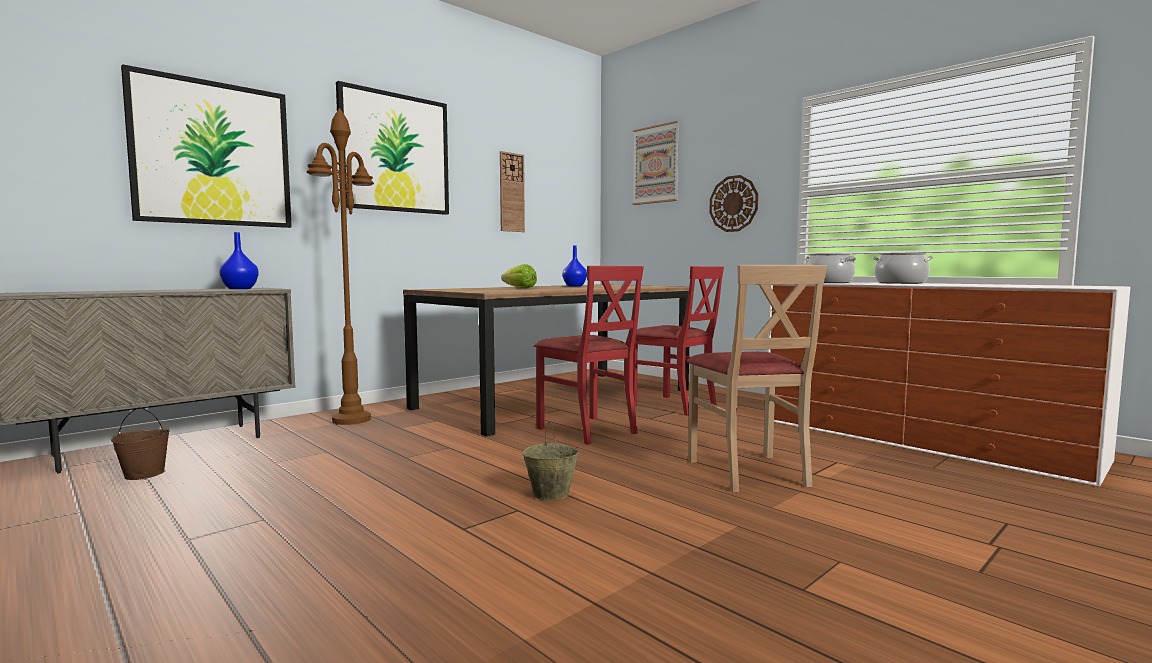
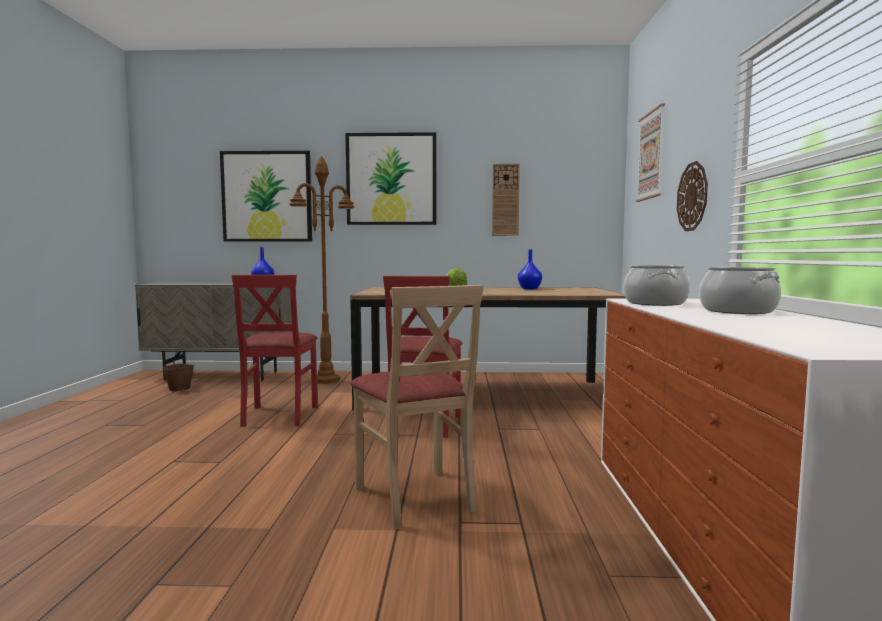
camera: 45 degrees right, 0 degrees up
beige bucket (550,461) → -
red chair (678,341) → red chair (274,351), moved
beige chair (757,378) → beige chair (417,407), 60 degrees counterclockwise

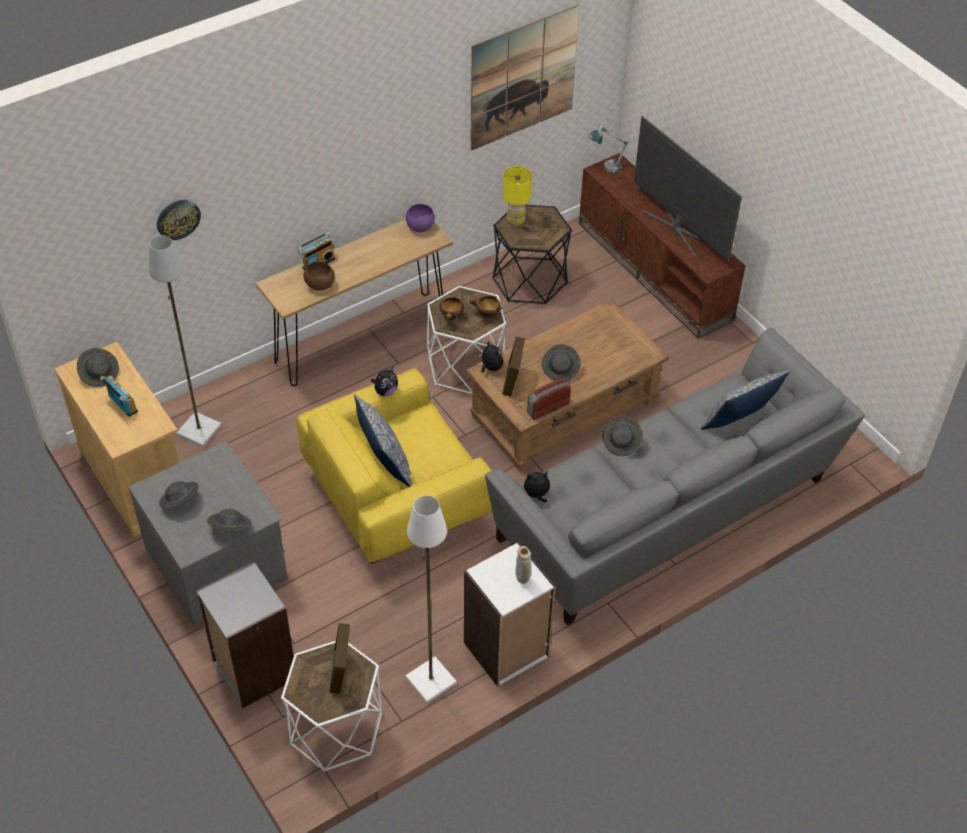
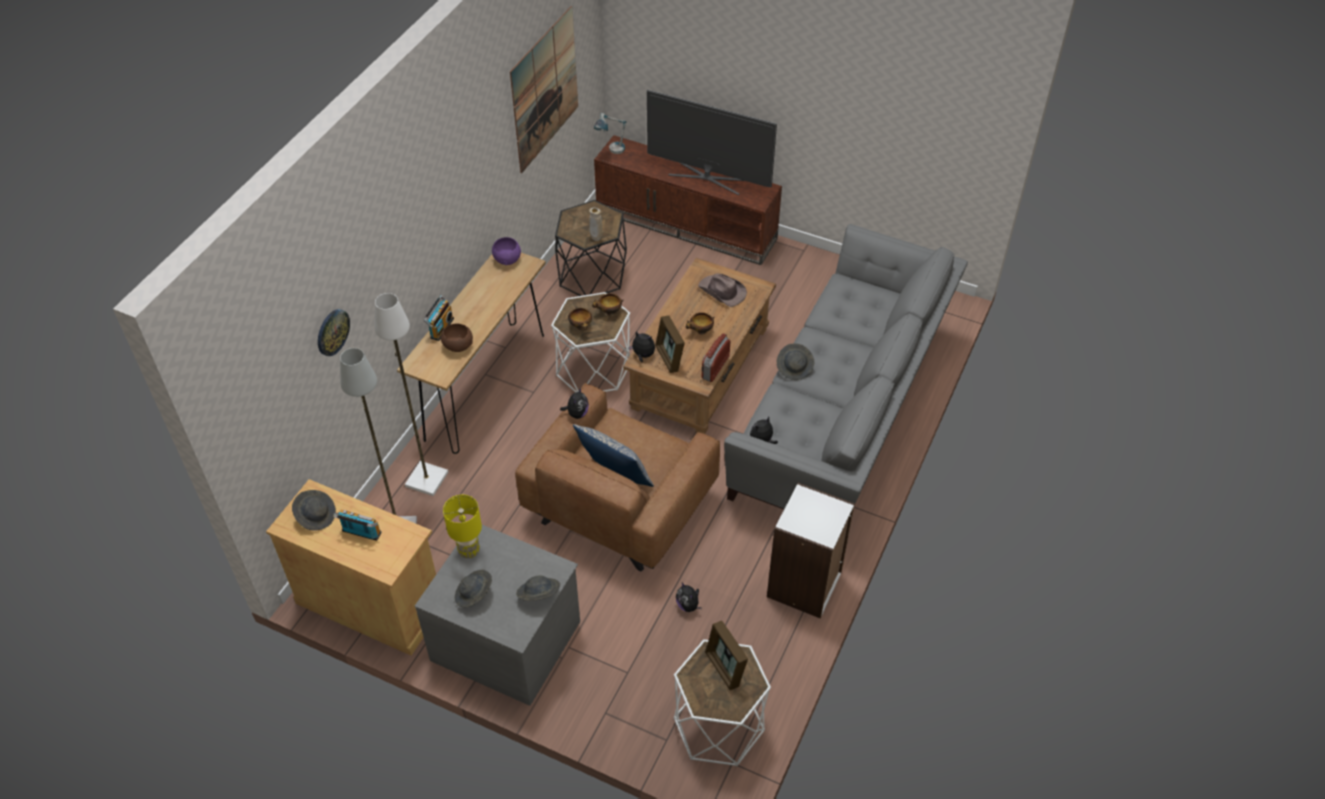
camera: 30 degrees left, 0 degrees up
grey bookcase (245,635) → -
pillow (745,400) → -
- → plush toy (689,597)
- → brown hat (722,290)
white floor lamp (431,599) → white floor lamp (411,394), moved
yellow table lamp (517,196) → yellow table lamp (462,526), moved
beige vase (523,565) → beige vase (595,224), moved
grey hat (561,363) → bowl (700,323)
yellow armchair (394,466) → brown armchair (617,477)

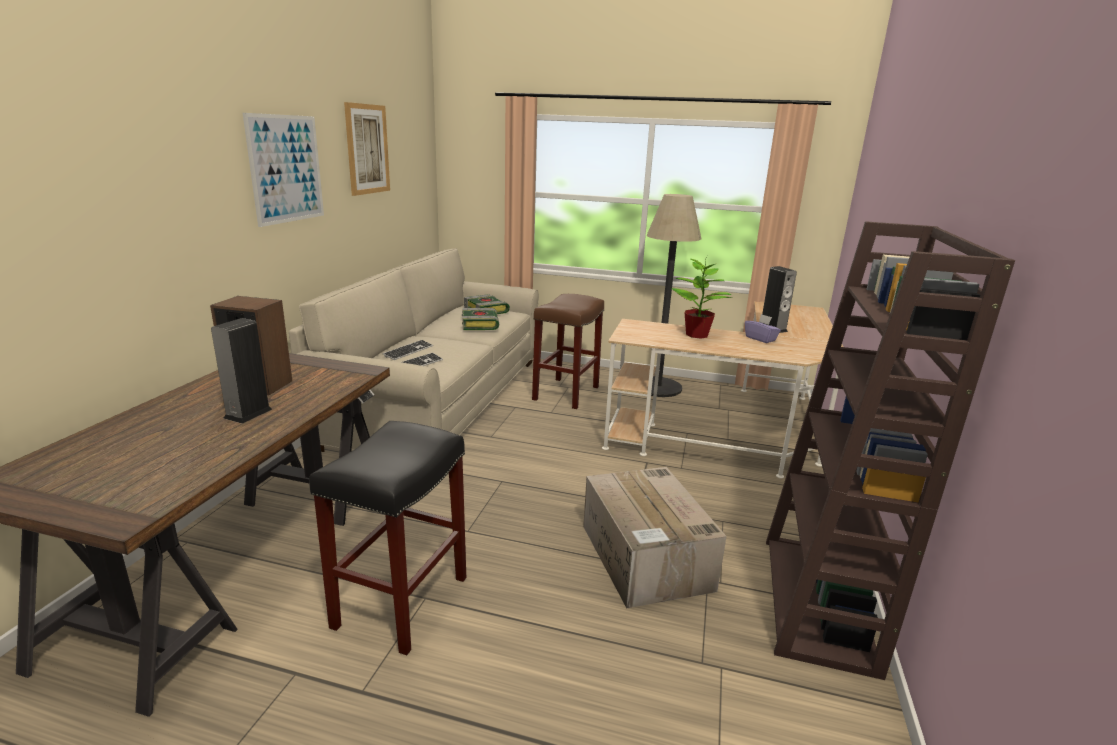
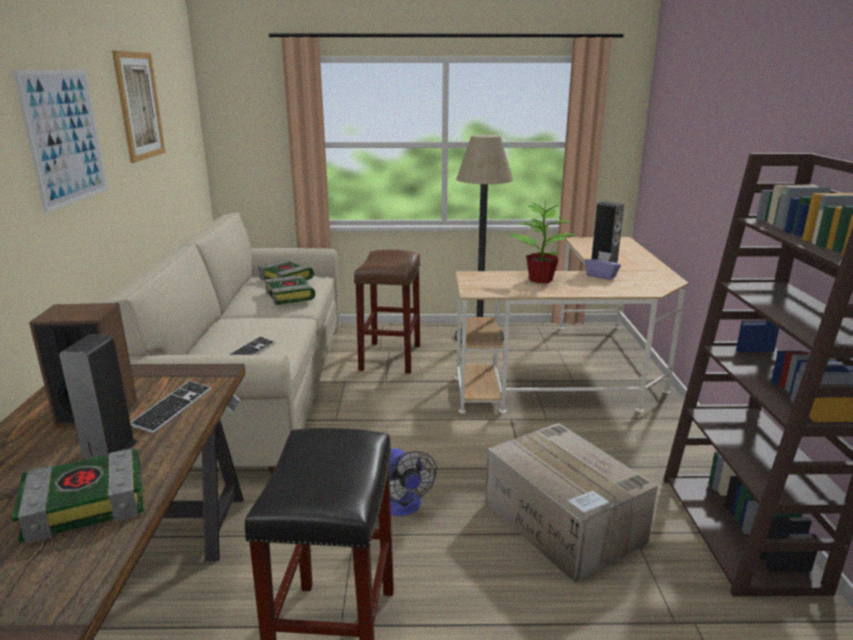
camera: 15 degrees left, 0 degrees up
- → book (78,496)
- → fan (413,482)
keyboard (408,350) → keyboard (171,407), moved

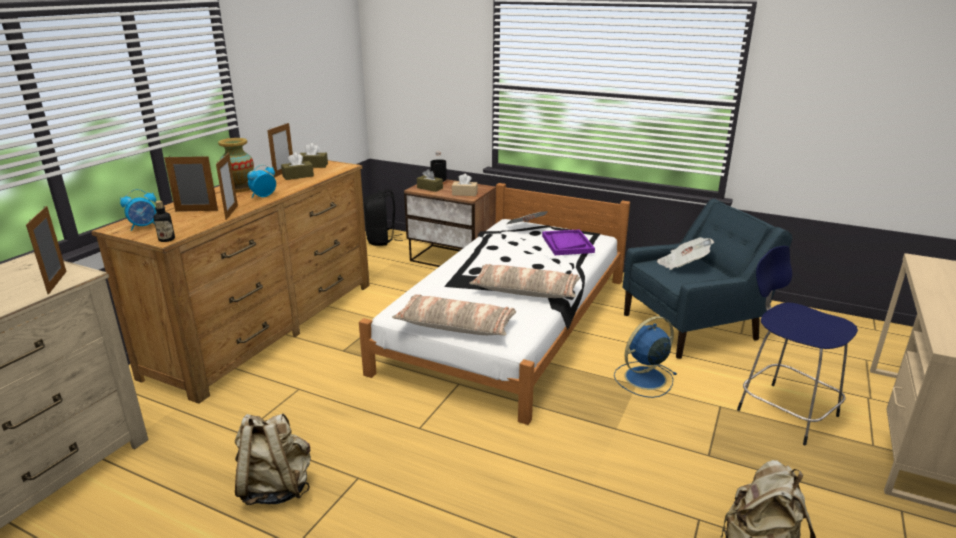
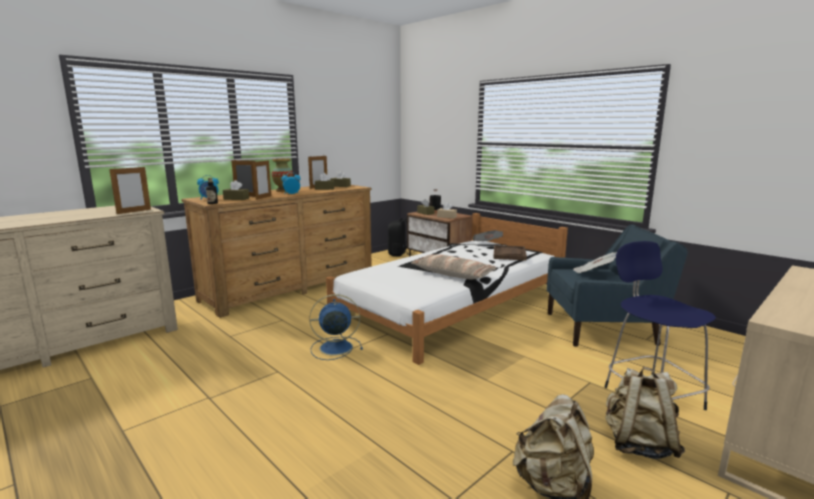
camera: 20 degrees right, 10 degrees down
pillow (454,315) → -
- → brown tissue box (236,190)
beige backpack (273,459) → beige backpack (645,413), moved
blue fan (645,357) → blue fan (336,327), moved
purple tray (568,242) → brown tray (510,253)
picture frame (46,250) → picture frame (130,190), 150 degrees counterclockwise

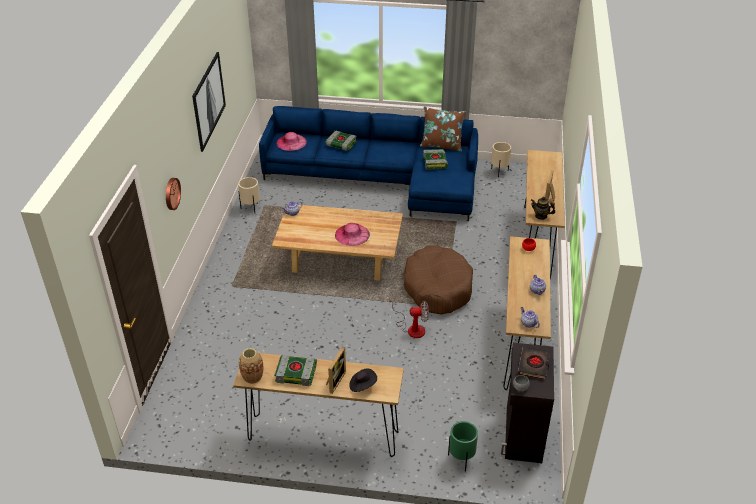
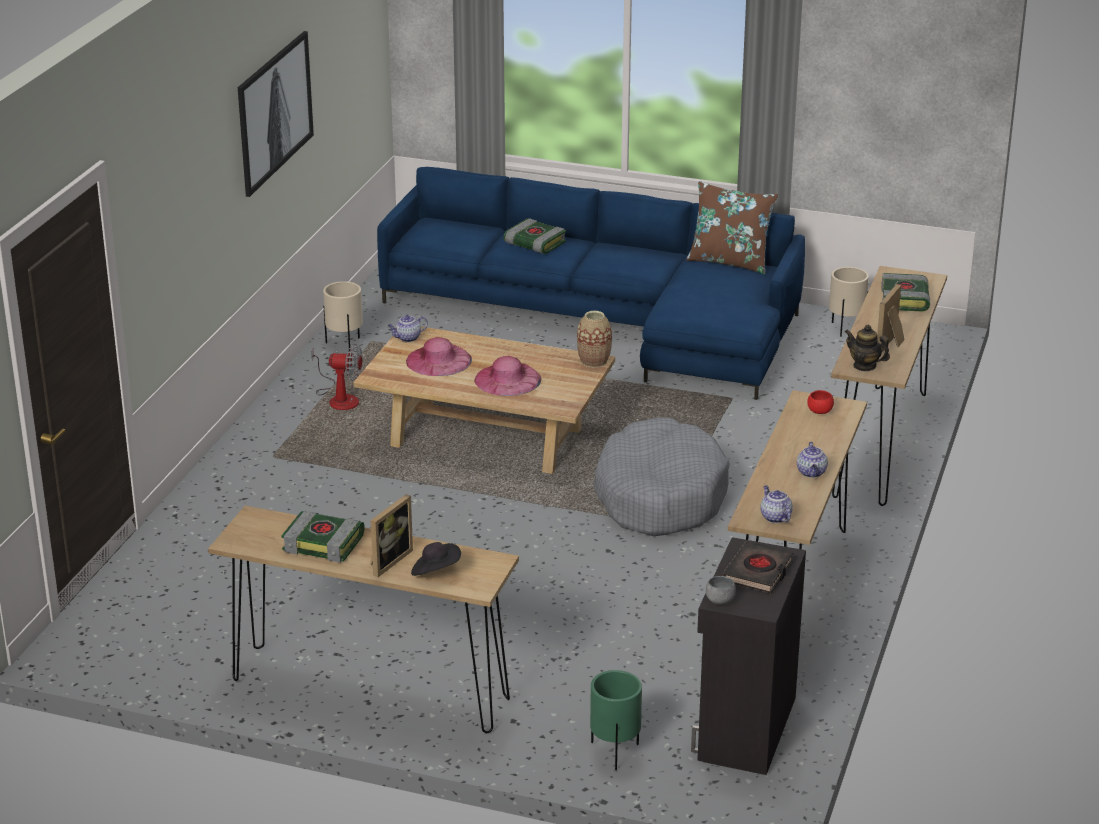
camera: 10 degrees right, 10 degrees down
wall clock (173,194) → -
vase (251,366) → vase (594,339), moved
pink hat (292,141) → pink hat (439,356), moved
fan (409,317) → fan (337,377), moved
book (435,159) → book (905,292), moved
brown dog bed (438,280) → grey dog bed (661,476)

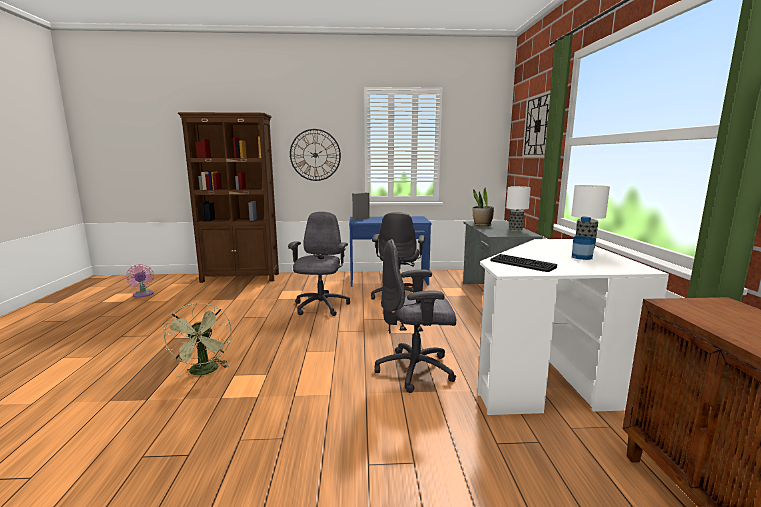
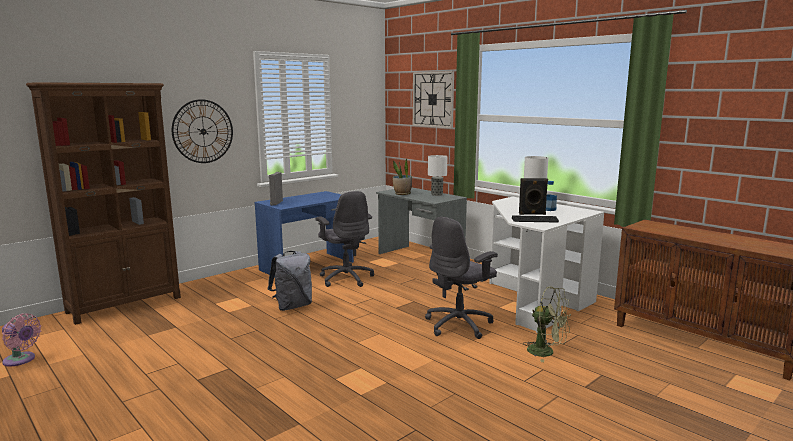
camera: 40 degrees left, 0 degrees up
- → black speaker (533,196)
green fan (198,340) → green fan (547,324), moved
grey office chair (319,264) → grey backpack (290,281)

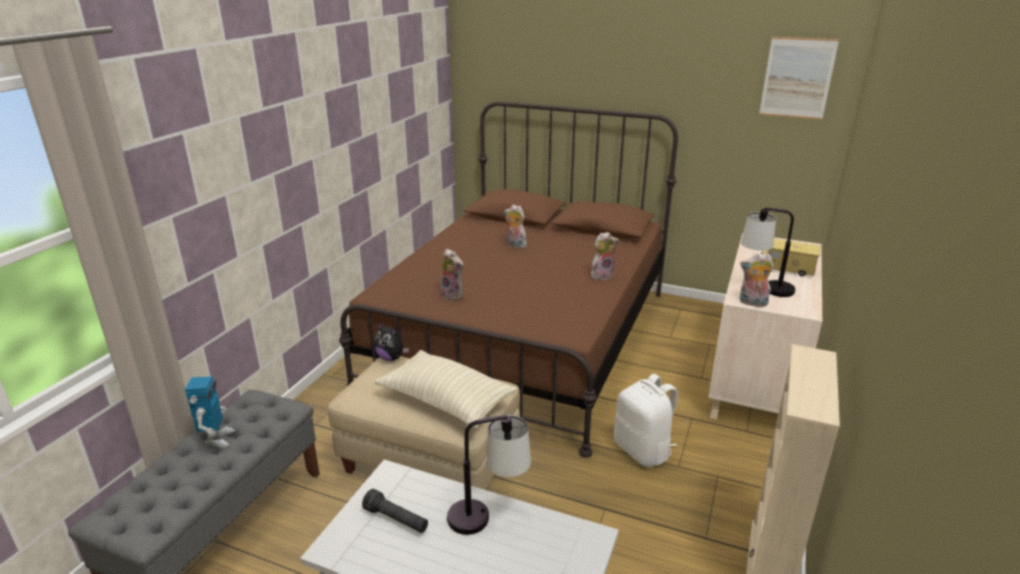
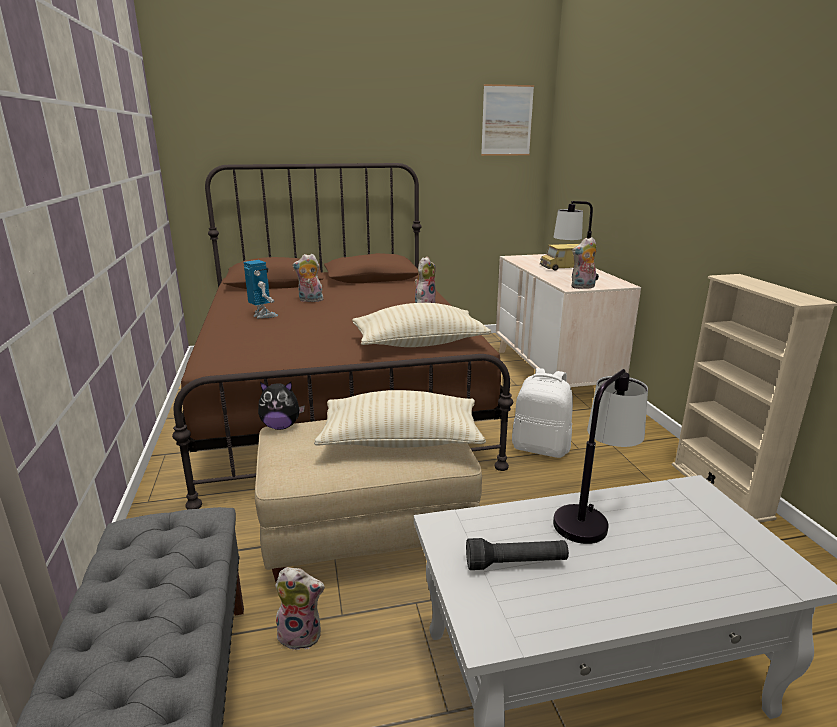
camera: 35 degrees left, 5 degrees down
- → beige pillow (421,325)
toy robot (210,411) → toy robot (260,289), moved
plush toy (452,275) → plush toy (300,608), moved

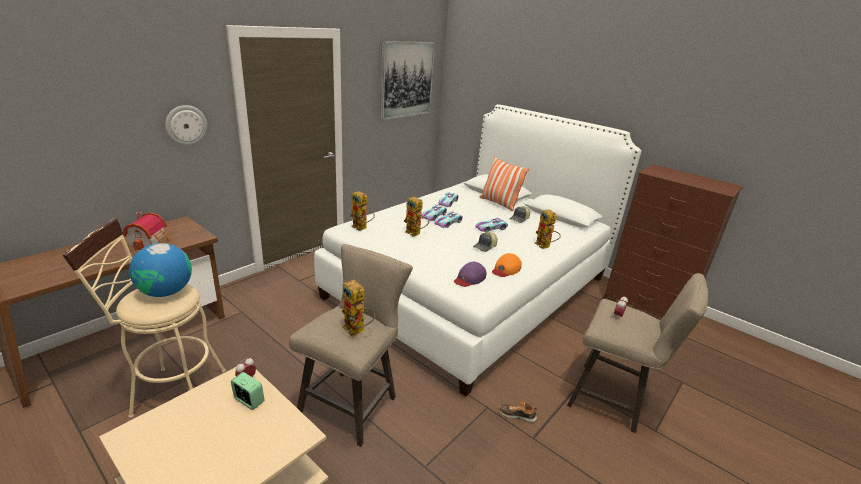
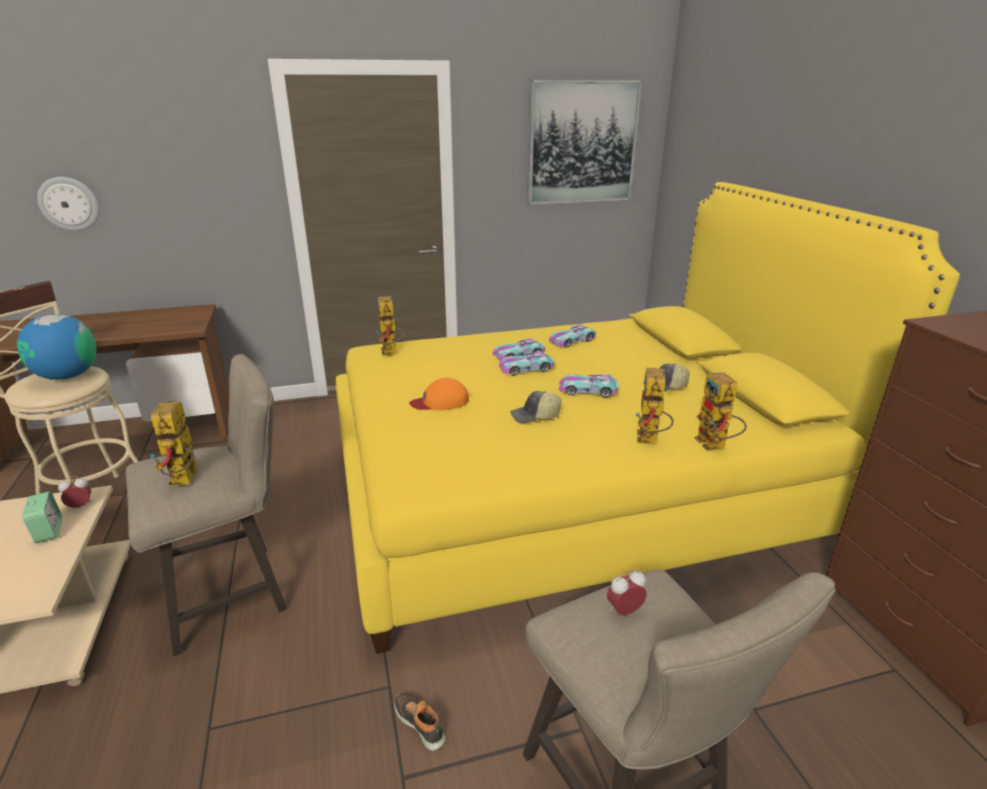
camera: 35 degrees right, 0 degrees up
toy house (146,231) → -
purple cap (470,274) → -
pillow (504,183) → -
wall clock (186,125) → wall clock (68,204), moved
toy robot (416,217) → toy robot (720,411), moved
orange cap (507,265) → orange cap (439,394), moved
white bed (478,250) → yellow bed (648,418)

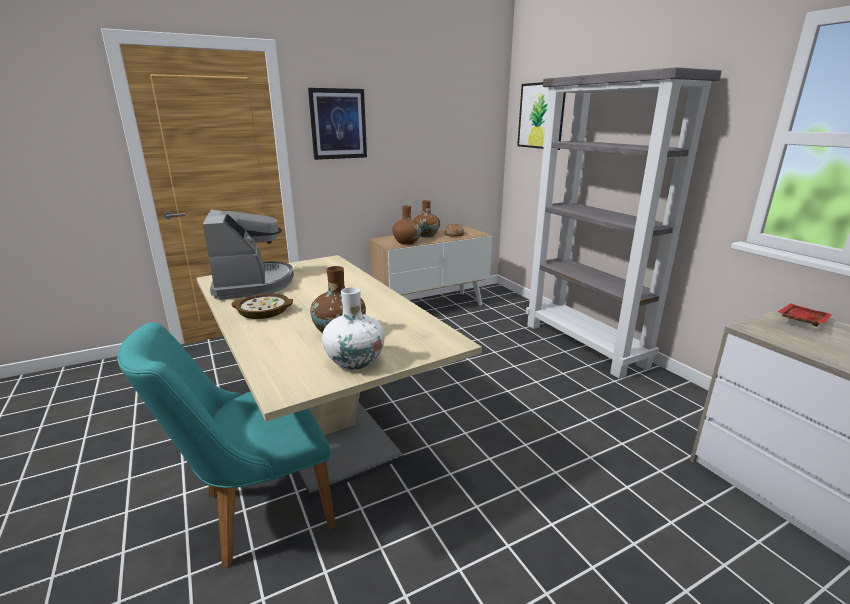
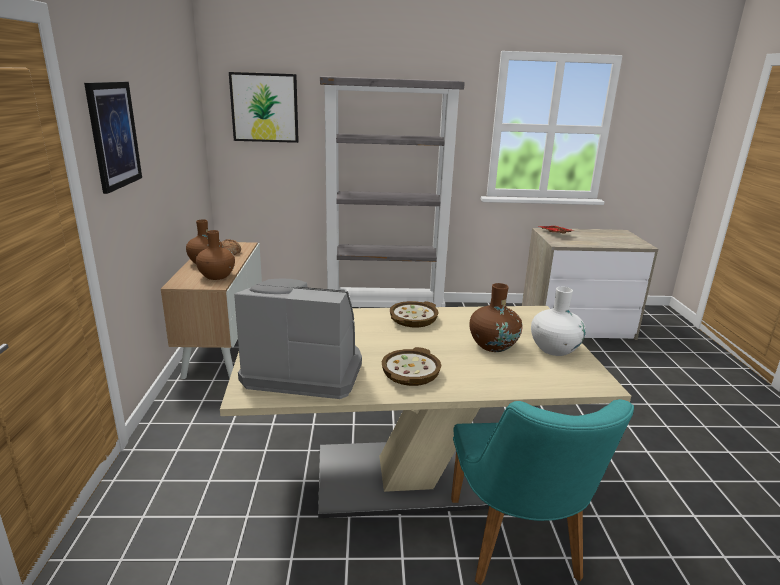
camera: 65 degrees left, 0 degrees up
- → bowl (414,314)

